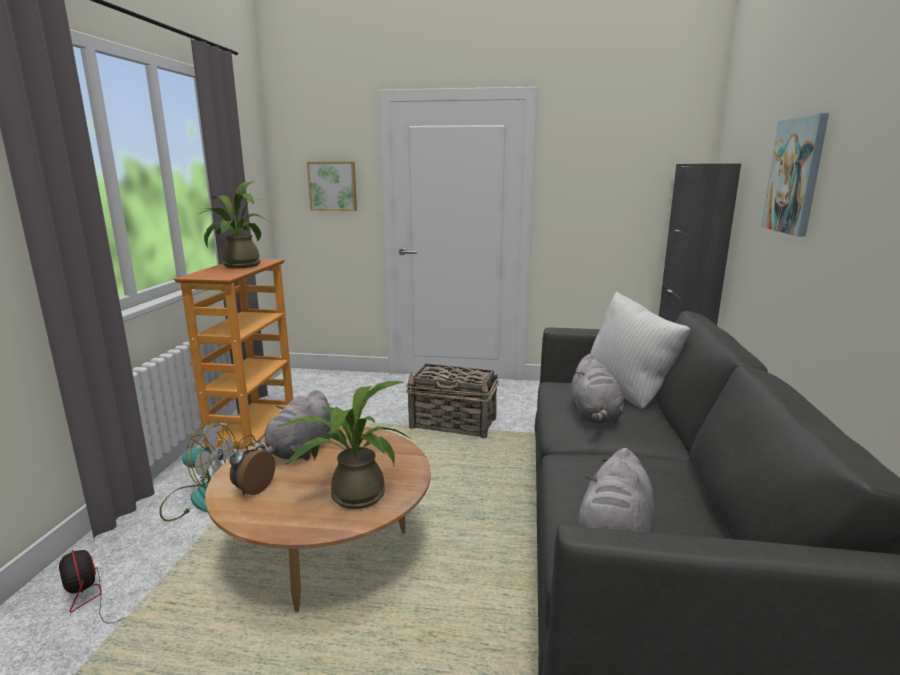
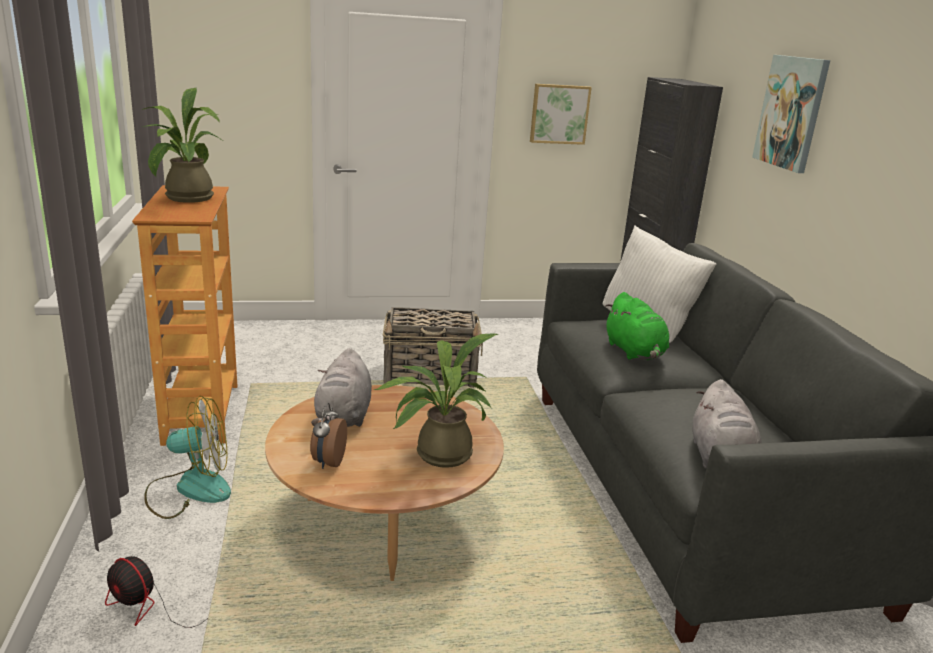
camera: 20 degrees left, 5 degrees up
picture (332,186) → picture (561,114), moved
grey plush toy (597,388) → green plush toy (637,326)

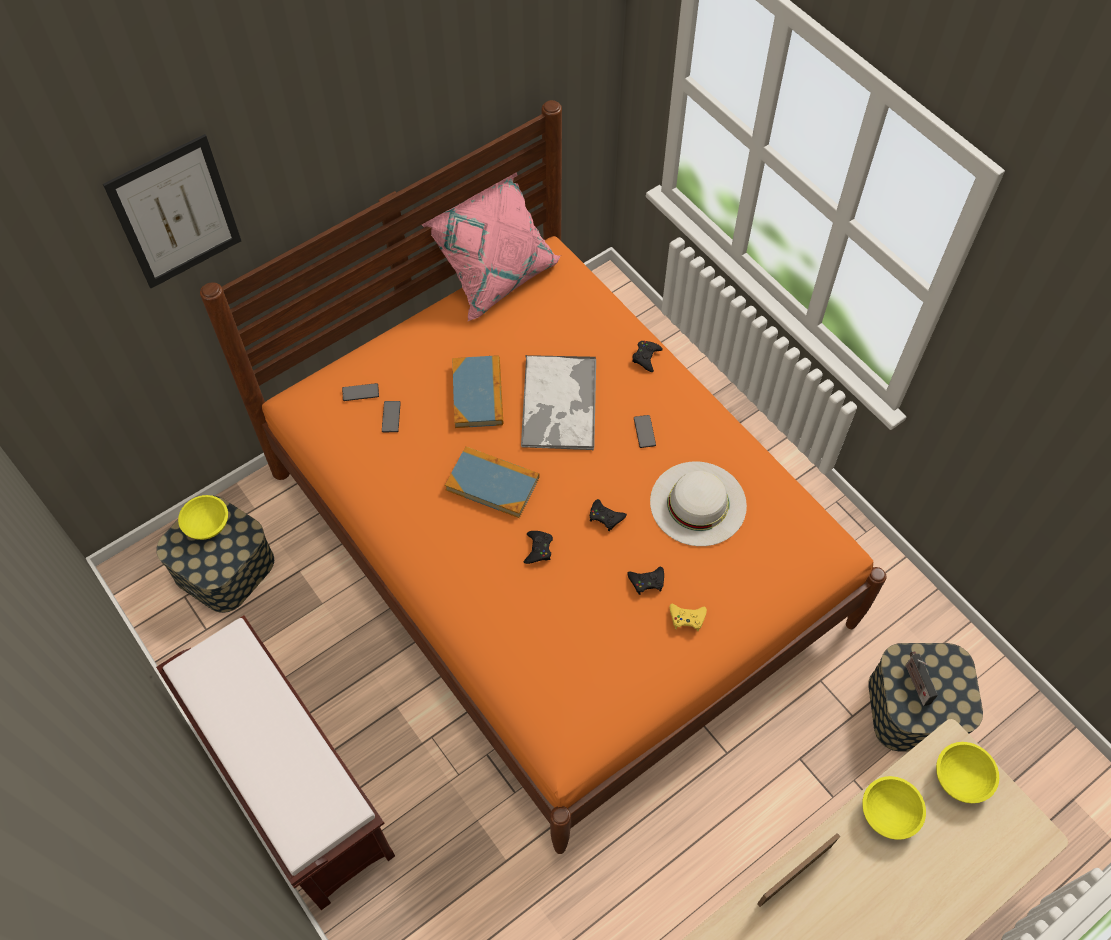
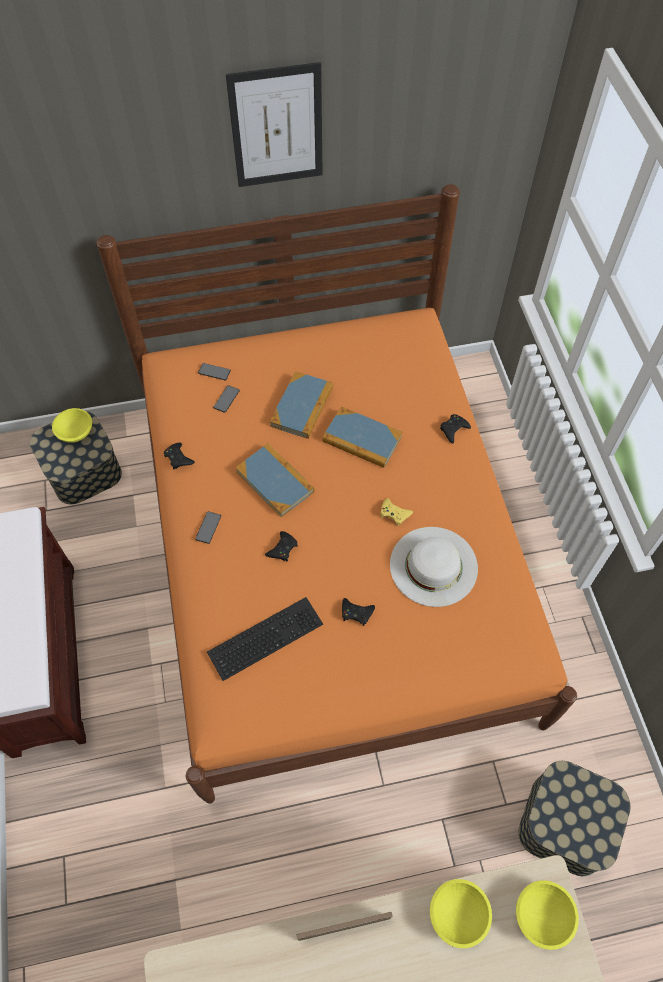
camera: 25 degrees right, 0 degrees up
pink pillow (491,246) → -
radio (921,678) → -
- → keyboard (265,639)
picture (172,211) → picture (274,124), moved
black game controller (608,515) → black game controller (179,456), moved
phone (645,431) → phone (208,527), moved
yellow game controller (688,617) → yellow game controller (396,512), moved
tray (558,402) → book (362,437)

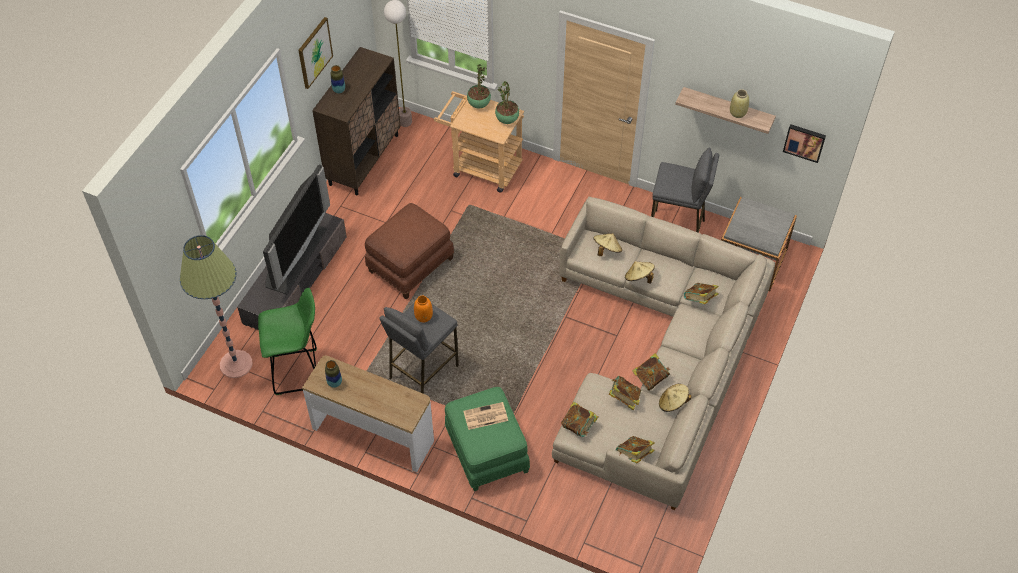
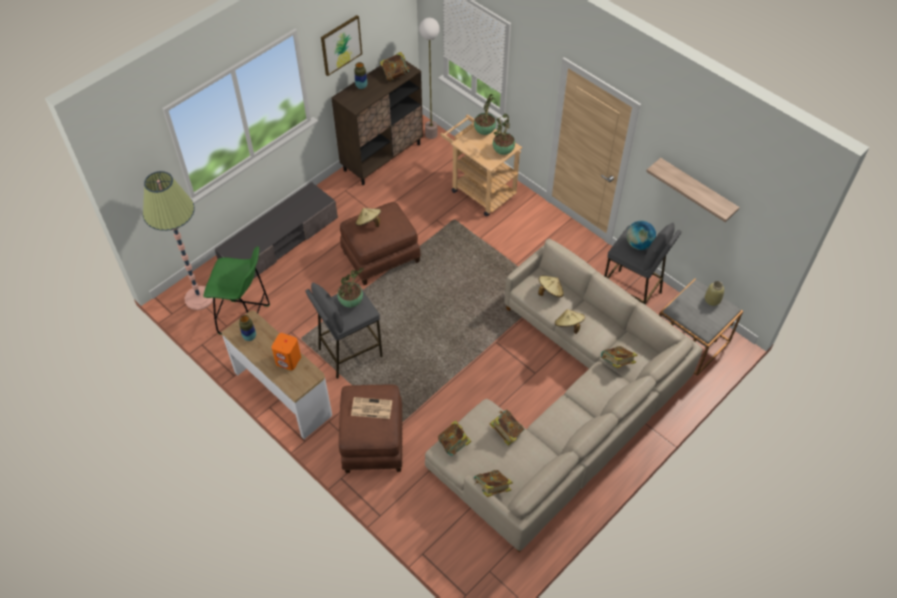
camera: 20 degrees right, 0 degrees up
television (296,229) → -
picture (804,143) → -
- → orange speaker (286,352)
- → globe (641,235)
book (651,371) → book (395,66), moved
beige hat (675,398) → beige hat (368,217), moved
beige vase (739,103) → beige vase (714,293), moved
orange vase (423,309) → potted plant (350,288)
green ottoman (487,439) → brown ottoman (370,428)

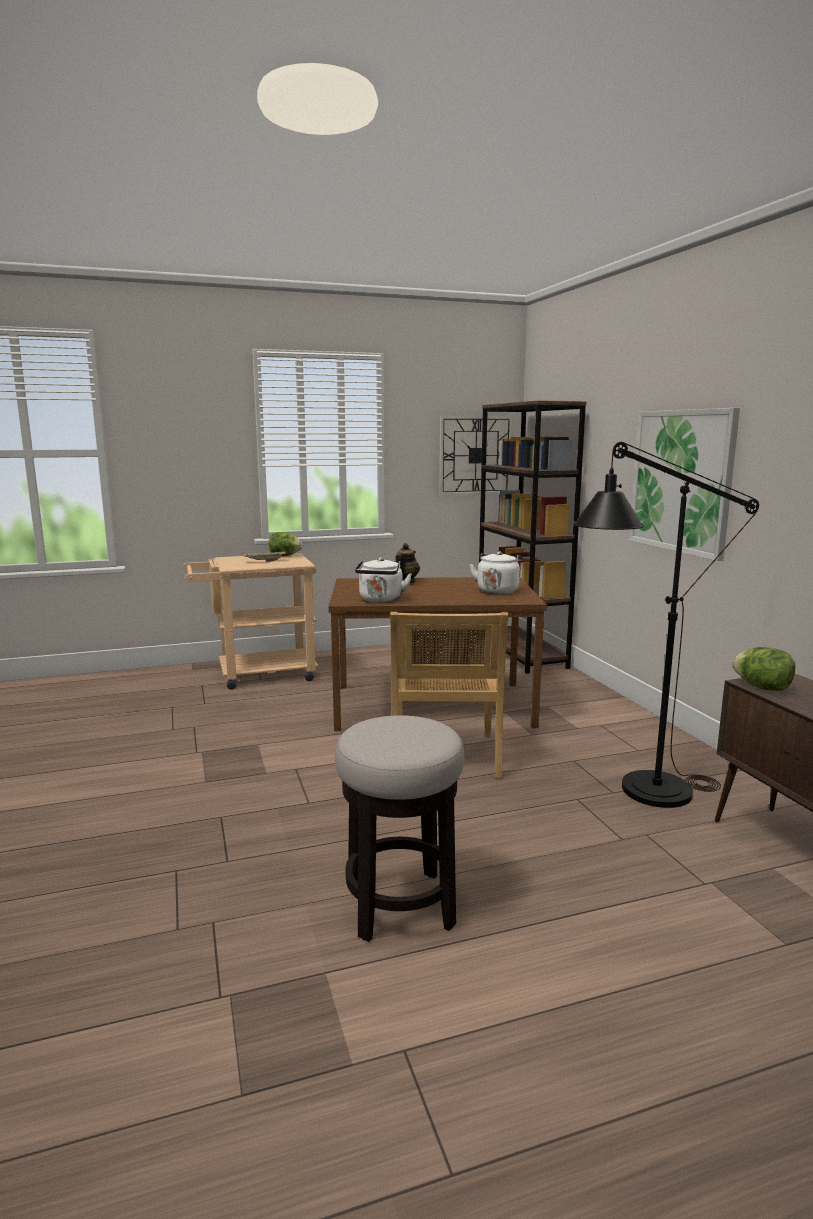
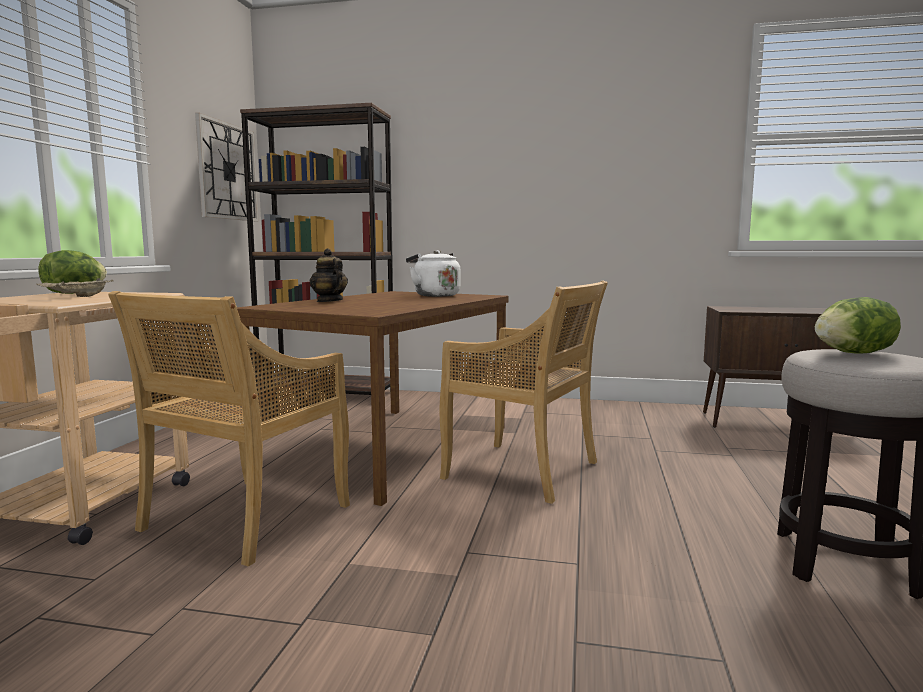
camera: 60 degrees left, 5 degrees down
white kettle (383,580) → -
black floor lamp (666,625) → -
picture (684,484) → -
- → beige chair (229,428)
lettuce (763,669) → lettuce (858,325), moved

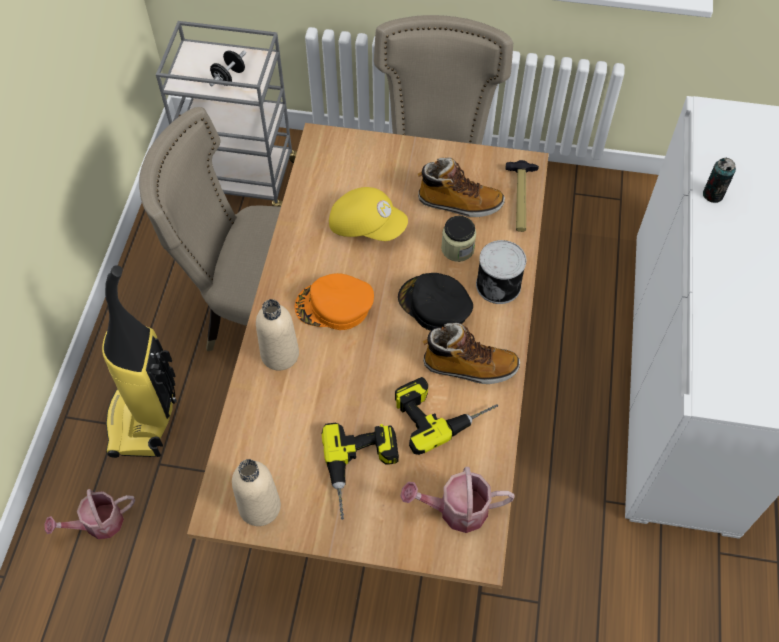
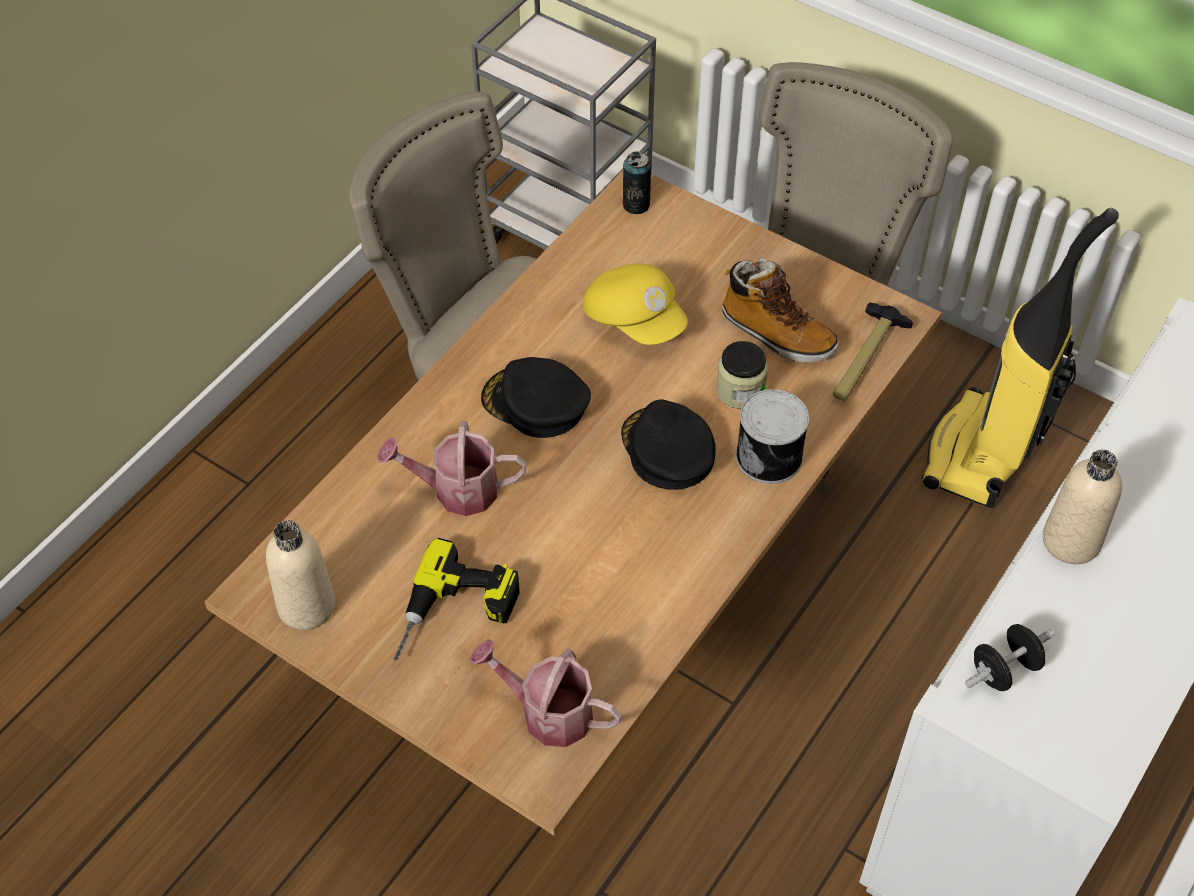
camera: 25 degrees right, 5 degrees down
power drill (446,416) → -
boot (471,353) → -
watering can (89,514) → watering can (452,468), moved
vacuum cleaner (139,361) → vacuum cleaner (1020,358), moved
black dumbbell (227,68) → black dumbbell (1010,657), moved
beige bottle (277,335) → beige bottle (1082,507), moved
can (719,180) → can (637,182), moved
orange cap (334,301) → black cap (536,397)

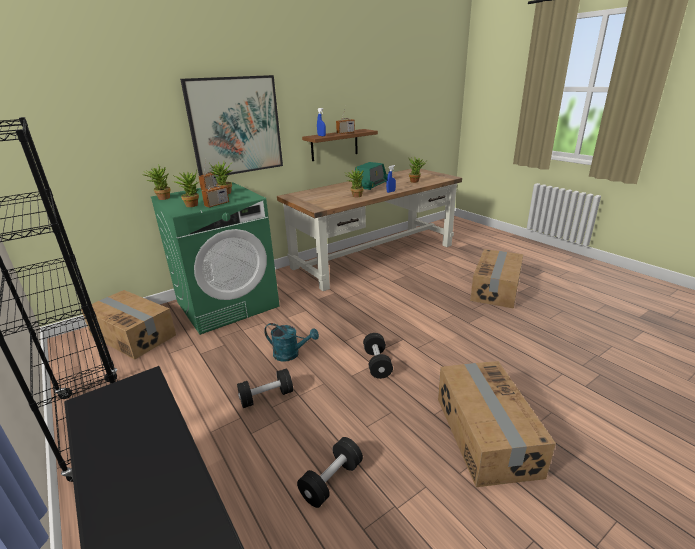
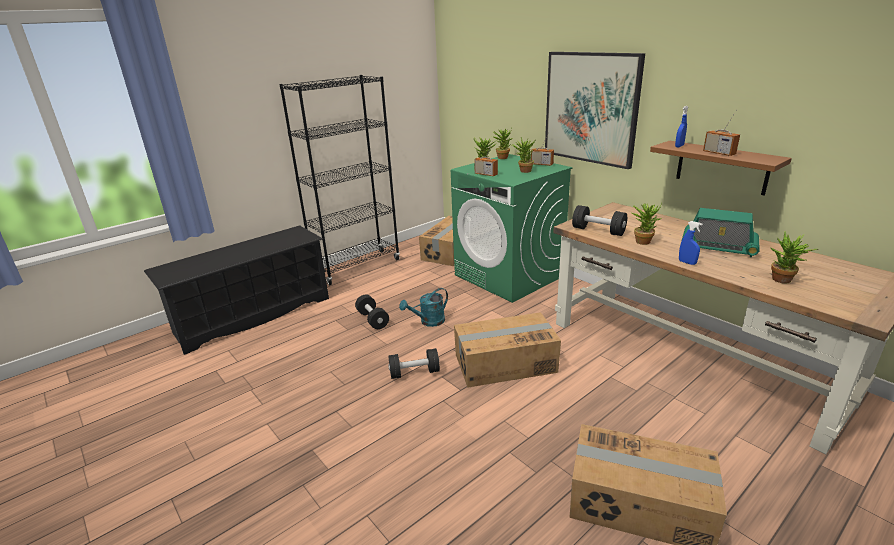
camera: 85 degrees right, 0 degrees up
black dumbbell (330,472) → black dumbbell (599,220), moved
cardboard box (497,424) → cardboard box (507,350), moved
turquoise watering can (291,342) → turquoise watering can (423,307), 45 degrees clockwise

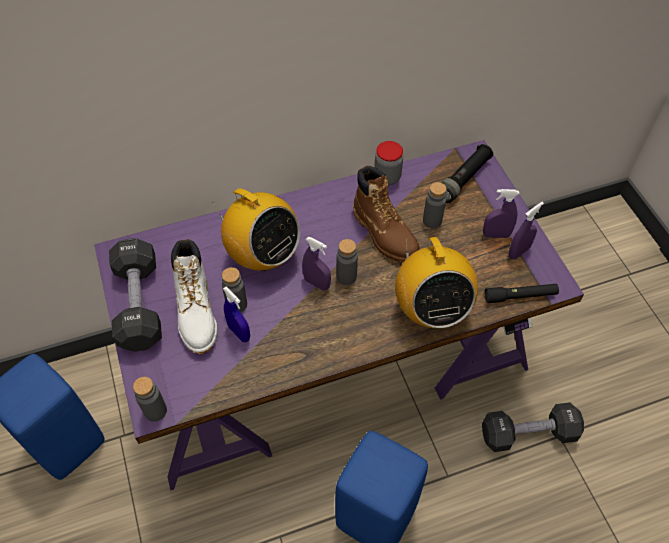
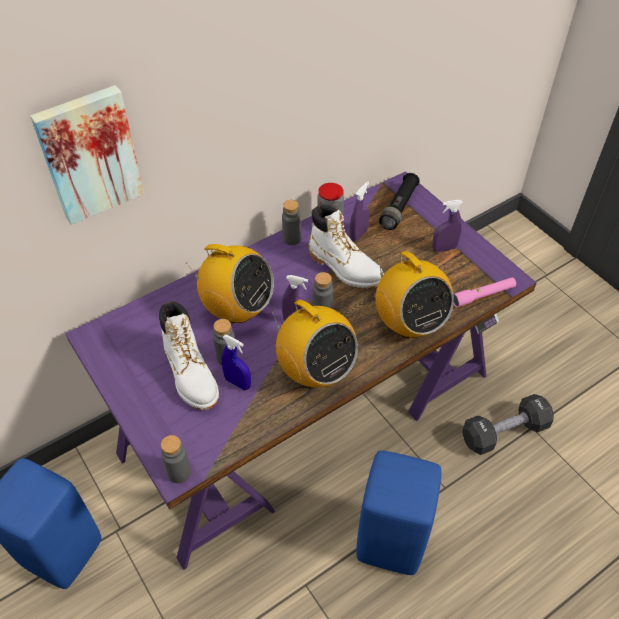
camera: 15 degrees left, 5 degrees down
black dumbbell (135,295) → -
- → picture (87,155)
- → radio (314,343)
grey bottle (434,205) → grey bottle (291,222), moved
purple spray bottle (526,230) → purple spray bottle (360,212), moved
brown boot (386,213) → white boot (346,246)
black flashlight (522,293) → pink flashlight (484,292)

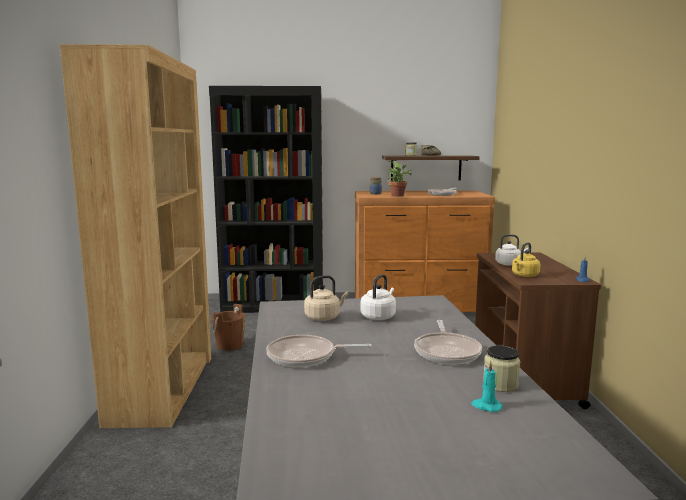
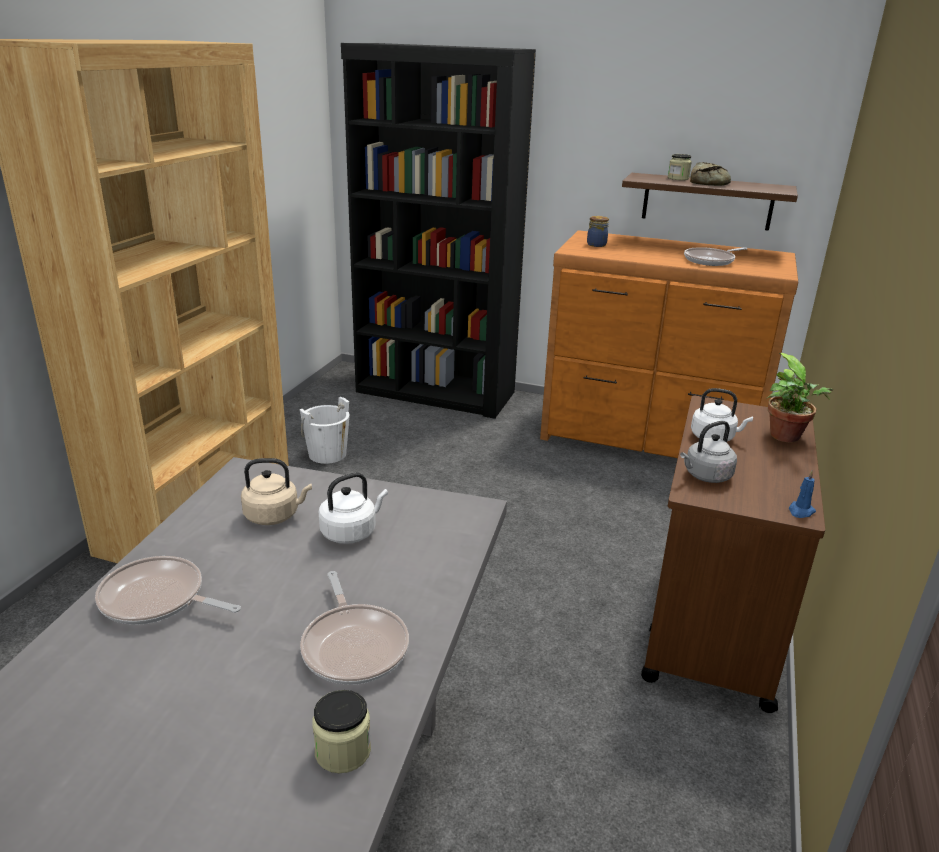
camera: 20 degrees right, 15 degrees up
turquoise candle (487,386) → -
potted plant (399,179) → potted plant (800,397), moved
brown bucket (228,327) → white bucket (325,430)
yellow kettle (526,259) → grey kettle (708,452)
frying pan (448,342) → frying pan (354,628), 45 degrees counterclockwise

